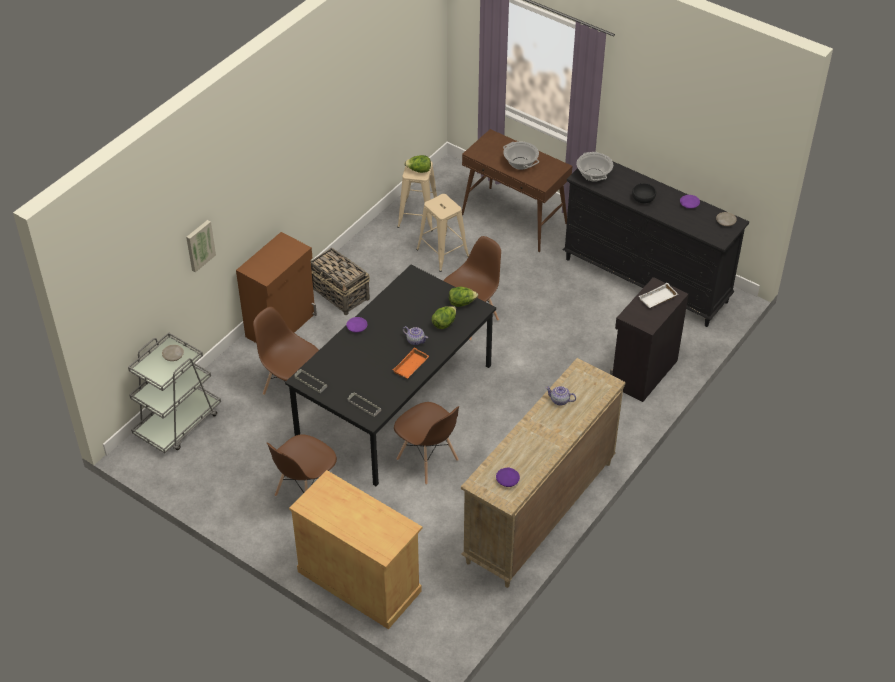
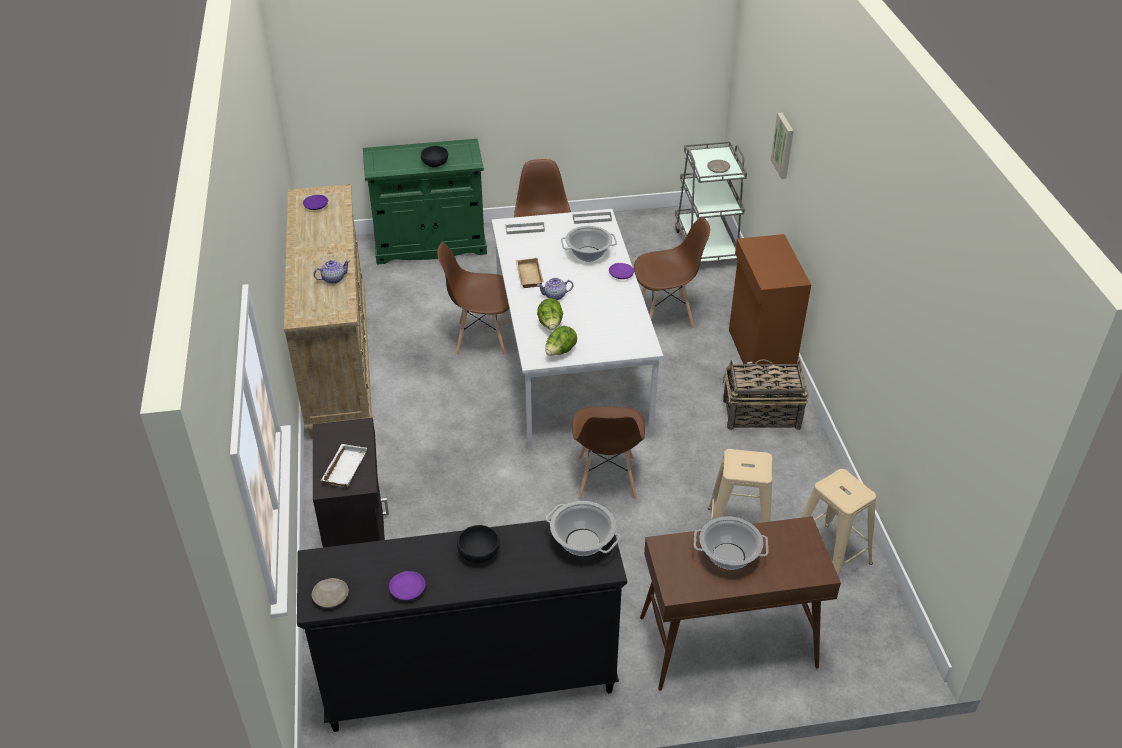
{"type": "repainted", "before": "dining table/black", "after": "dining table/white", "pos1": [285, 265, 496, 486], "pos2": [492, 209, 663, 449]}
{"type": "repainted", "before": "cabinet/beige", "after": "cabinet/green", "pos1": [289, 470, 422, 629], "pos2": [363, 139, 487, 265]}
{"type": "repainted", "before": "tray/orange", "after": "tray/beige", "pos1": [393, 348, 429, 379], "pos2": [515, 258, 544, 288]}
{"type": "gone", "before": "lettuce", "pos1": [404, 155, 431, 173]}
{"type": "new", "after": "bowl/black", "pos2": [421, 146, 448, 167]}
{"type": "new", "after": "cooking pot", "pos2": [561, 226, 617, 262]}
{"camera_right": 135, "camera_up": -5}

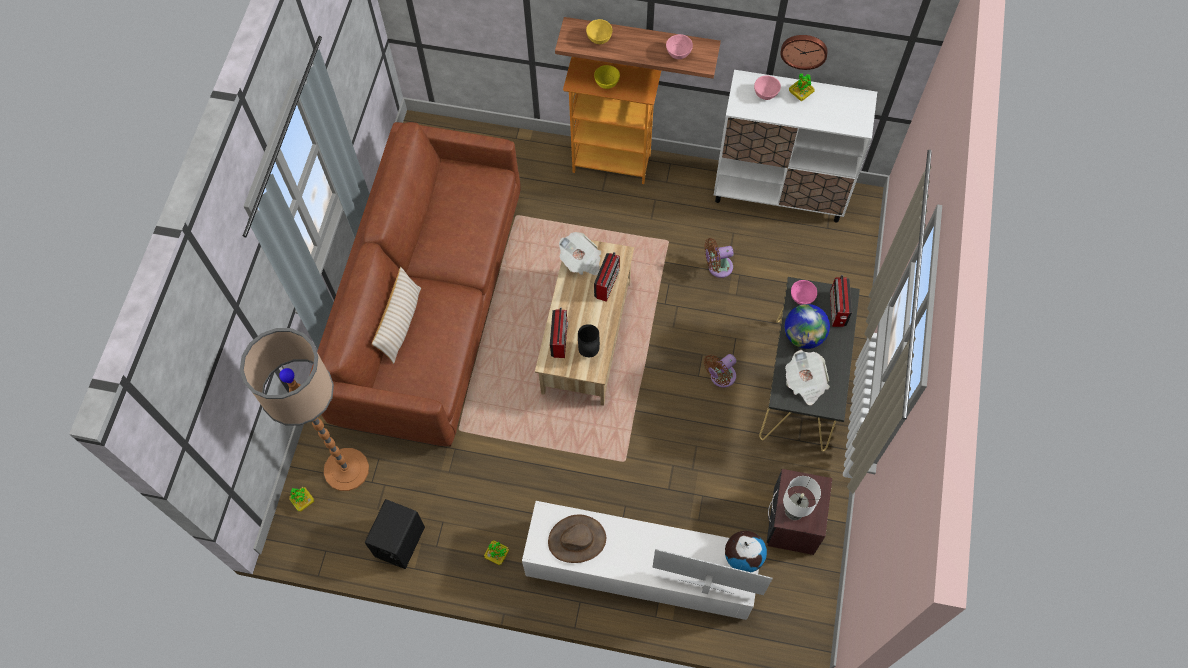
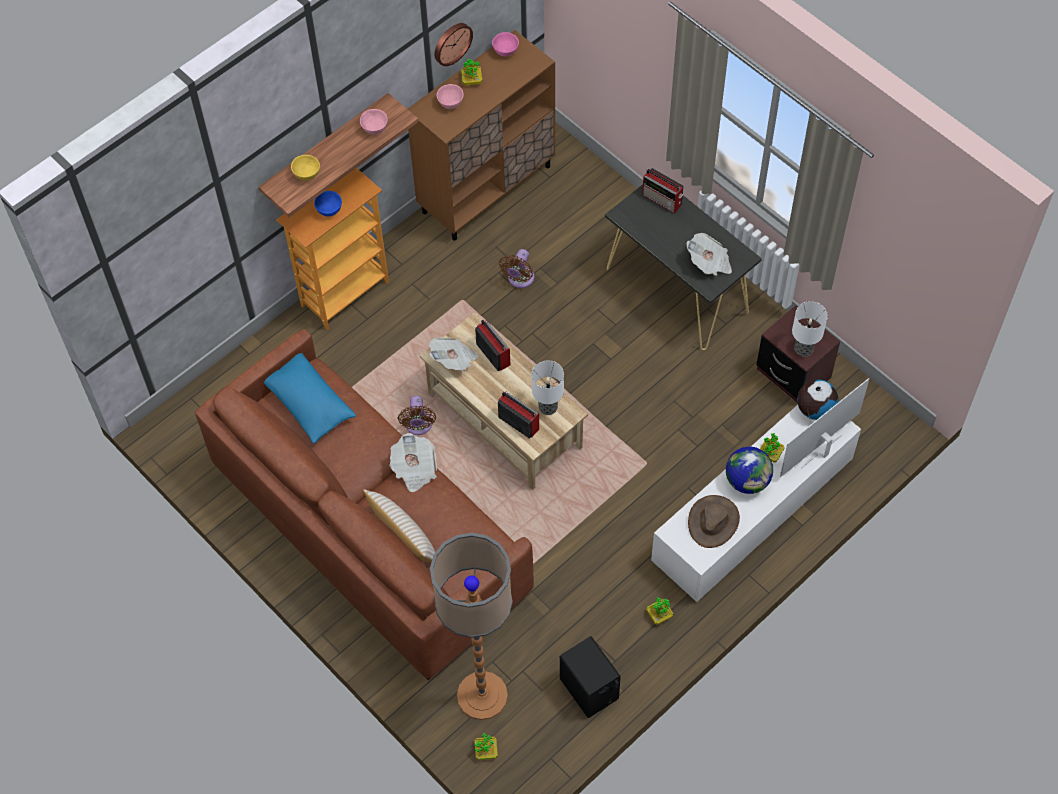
{"type": "swapped", "before": "vase/black", "after": "table lamp", "pos1": [578, 324, 600, 357], "pos2": [532, 361, 564, 415]}
{"type": "repainted", "before": "bowl/yellow", "after": "bowl/blue", "pos1": [594, 65, 620, 89], "pos2": [314, 191, 342, 217]}
{"type": "shifted", "before": "fan/brown", "pos1": [704, 354, 737, 388], "pos2": [398, 396, 436, 435]}
{"type": "repainted", "before": "cabinet/white", "after": "cabinet/brown", "pos1": [714, 70, 877, 223], "pos2": [408, 30, 555, 241]}
{"type": "shifted", "before": "globe", "pos1": [784, 304, 830, 349], "pos2": [726, 447, 773, 494]}
{"type": "shifted", "before": "bowl/pink", "pos1": [791, 280, 817, 305], "pos2": [492, 32, 519, 56]}
{"type": "new", "after": "pillow/blue", "pos2": [264, 353, 356, 444]}
{"type": "new", "after": "newspaper", "pos2": [390, 433, 437, 492]}
{"type": "new", "after": "potted plant", "pos2": [760, 433, 785, 463]}
{"camera_right": -55, "camera_up": -5}

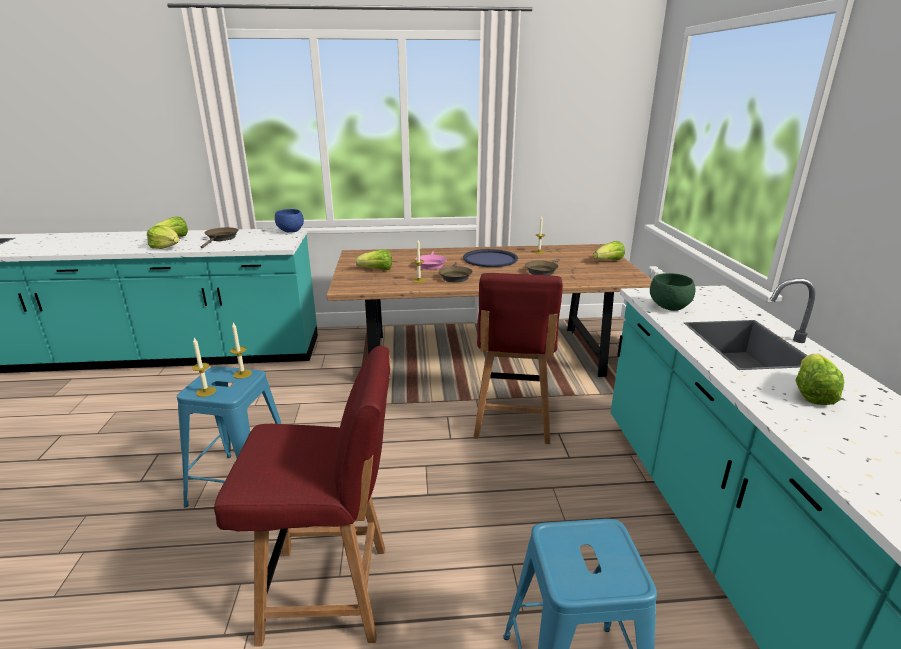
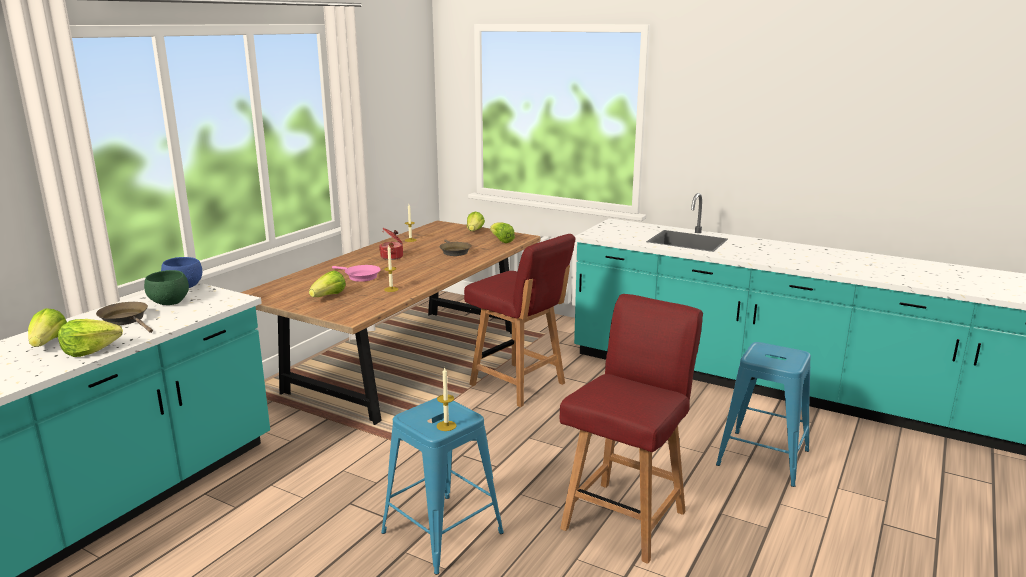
{"type": "gone", "before": "candle", "pos1": [230, 323, 252, 379]}
{"type": "gone", "before": "frying pan/brown", "pos1": [439, 262, 473, 282]}
{"type": "swapped", "before": "tray/blue", "after": "cooking pot", "pos1": [463, 249, 518, 267], "pos2": [379, 228, 403, 260]}
{"type": "shifted", "before": "bowl/green", "pos1": [650, 273, 696, 311], "pos2": [144, 270, 189, 305]}
{"type": "shifted", "before": "lettuce", "pos1": [795, 354, 844, 405], "pos2": [490, 222, 515, 243]}
{"camera_right": -55, "camera_up": -5}

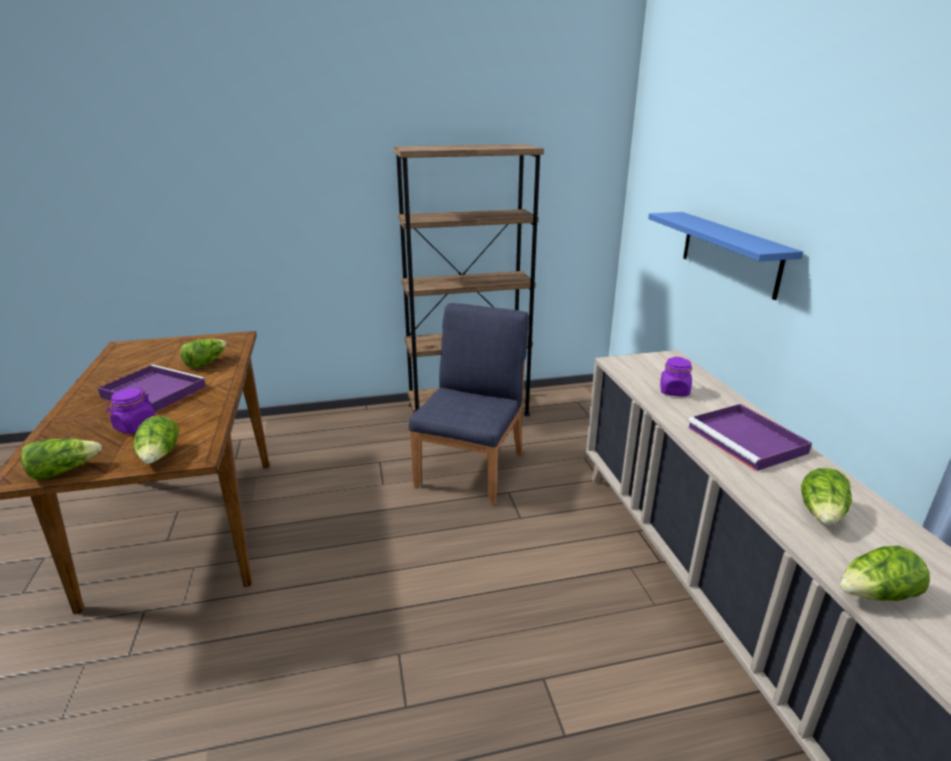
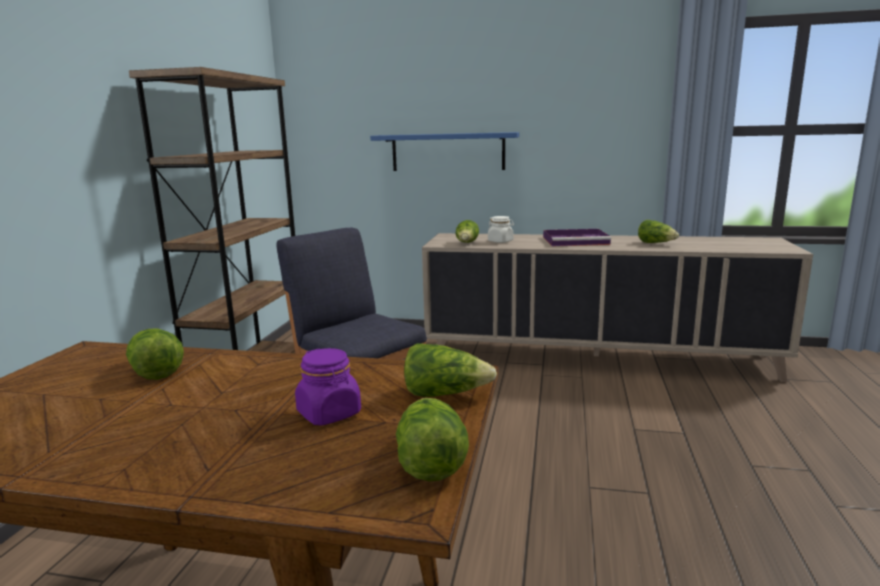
{"type": "gone", "before": "tray/purple", "pos1": [98, 365, 207, 413]}
{"type": "repainted", "before": "jar/purple", "after": "jar/white", "pos1": [660, 357, 692, 396], "pos2": [488, 216, 514, 243]}
{"type": "shifted", "before": "lettuce", "pos1": [840, 546, 930, 601], "pos2": [455, 220, 479, 243]}
{"camera_right": -65, "camera_up": -10}

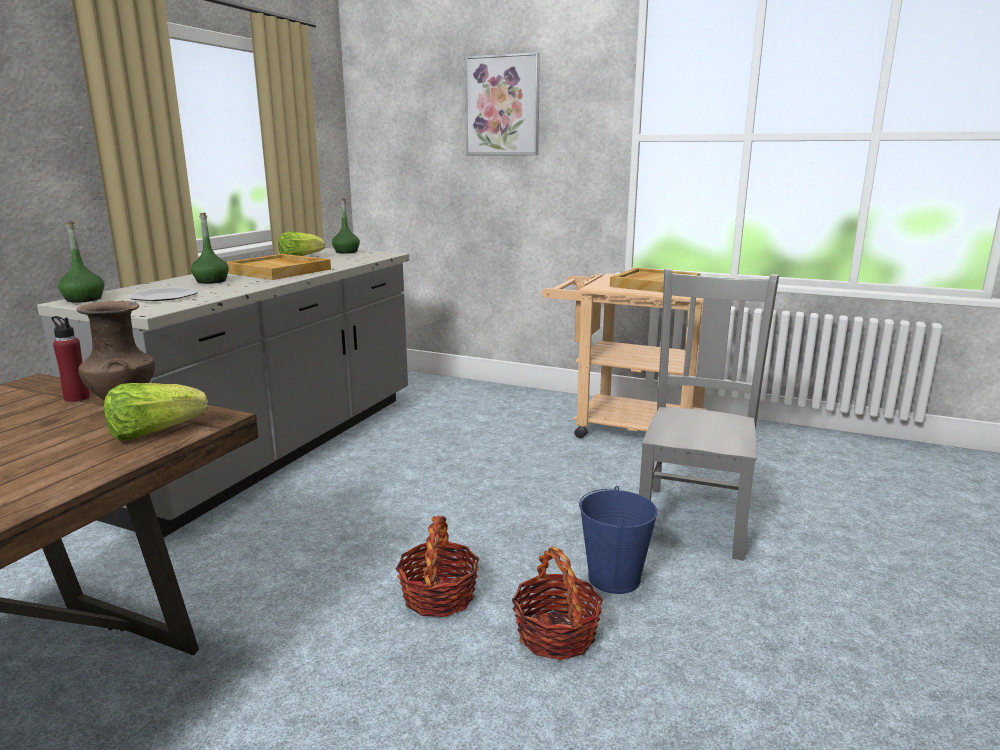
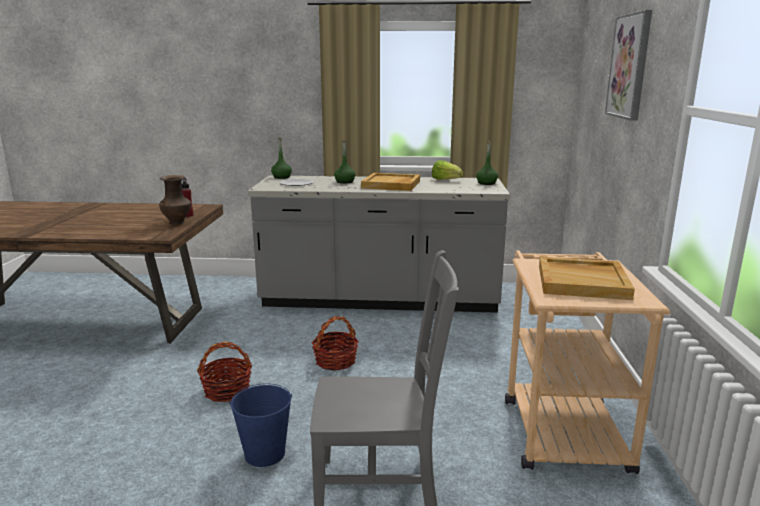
{"type": "gone", "before": "lettuce", "pos1": [104, 383, 208, 441]}
{"type": "shifted", "before": "basket", "pos1": [512, 547, 603, 660], "pos2": [312, 316, 359, 371]}
{"camera_right": 70, "camera_up": 0}

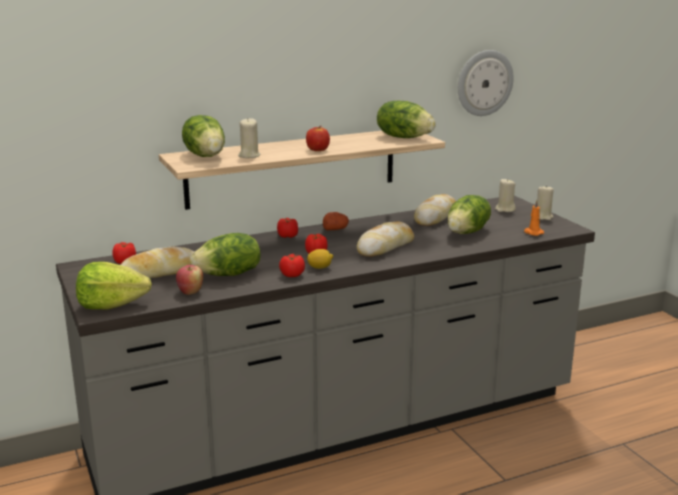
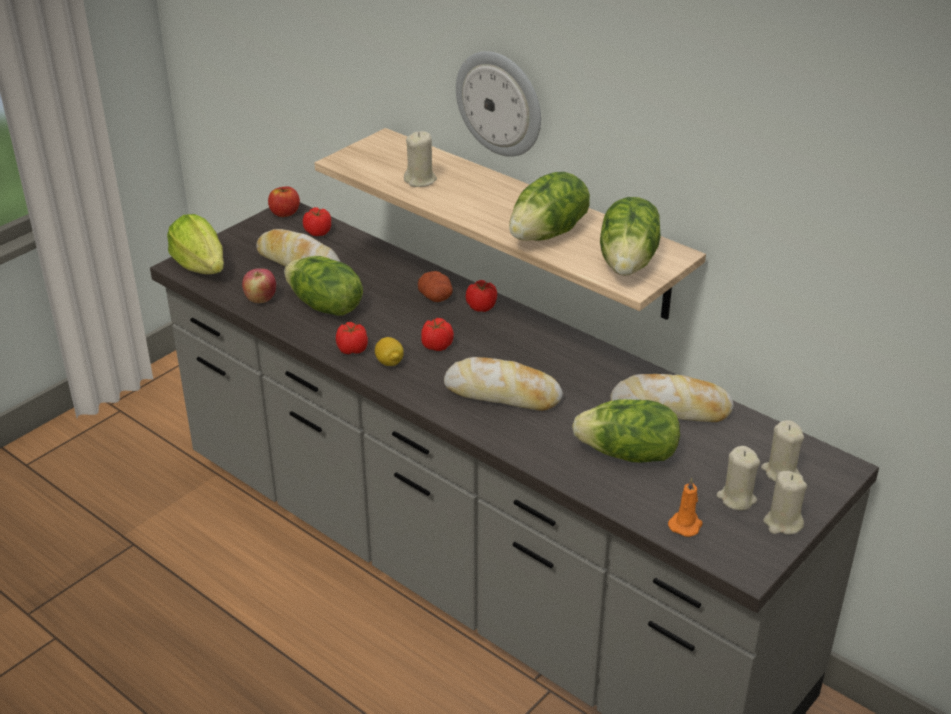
{"type": "shifted", "before": "lettuce", "pos1": [182, 115, 225, 157], "pos2": [509, 172, 590, 241]}
{"type": "shifted", "before": "apple", "pos1": [306, 125, 330, 151], "pos2": [268, 187, 300, 217]}
{"type": "shifted", "before": "potato", "pos1": [323, 212, 349, 230], "pos2": [418, 271, 453, 302]}
{"type": "shifted", "before": "wall clock", "pos1": [458, 50, 514, 116], "pos2": [456, 51, 541, 157]}
{"type": "new", "after": "candle/beige", "pos2": [716, 446, 760, 511]}
{"camera_right": 65, "camera_up": 15}

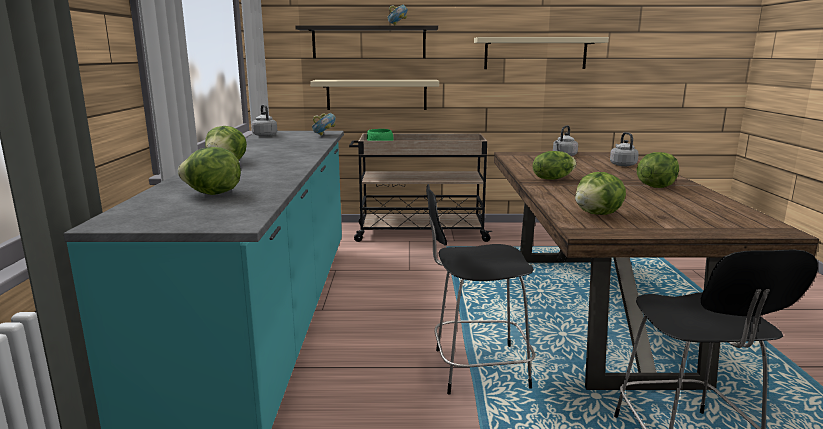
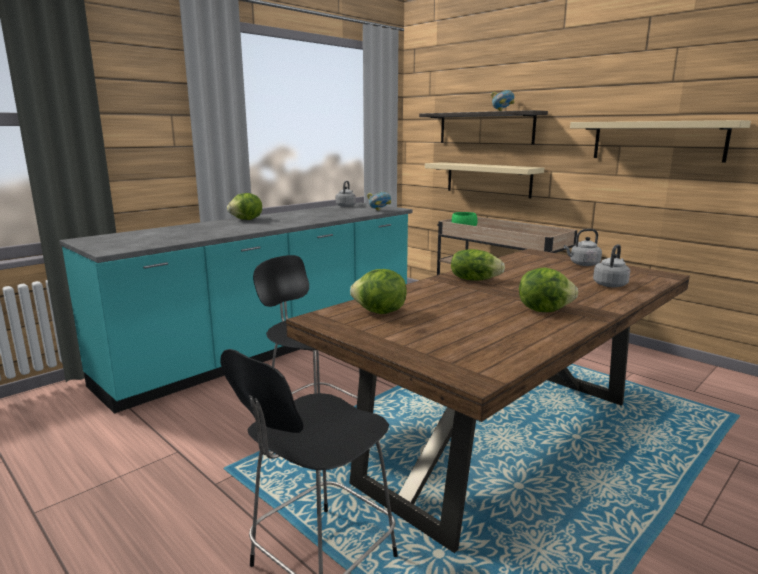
{"type": "gone", "before": "lettuce", "pos1": [178, 147, 241, 195]}
{"camera_right": 45, "camera_up": 0}

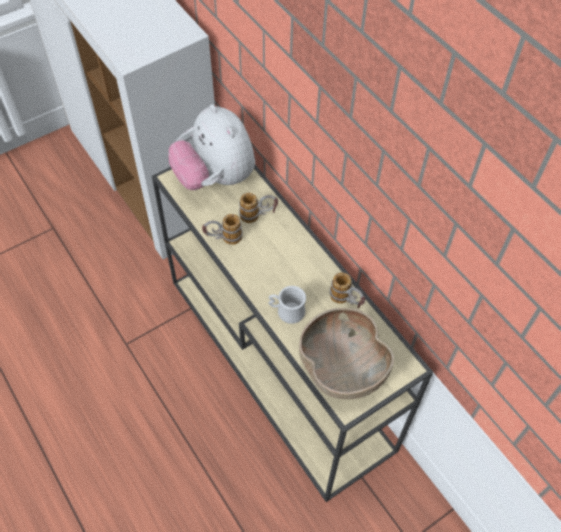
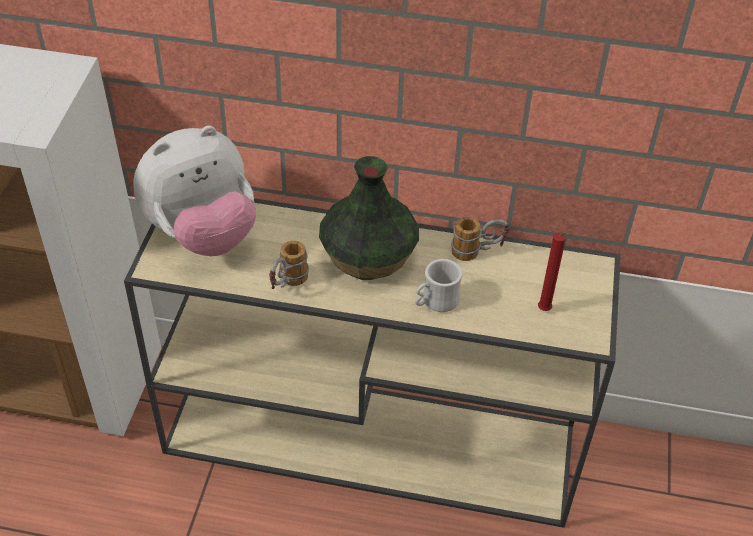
{"type": "rotated", "before": "plush toy", "pos1": [169, 104, 255, 190], "pos2": [133, 125, 256, 256], "turn": -45}
{"type": "gone", "before": "mug", "pos1": [239, 193, 278, 223]}
{"type": "swapped", "before": "bowl/brown", "after": "candle/red", "pos1": [299, 308, 394, 399], "pos2": [538, 232, 572, 311]}
{"type": "new", "after": "vase", "pos2": [319, 156, 419, 280]}
{"camera_right": -45, "camera_up": -10}

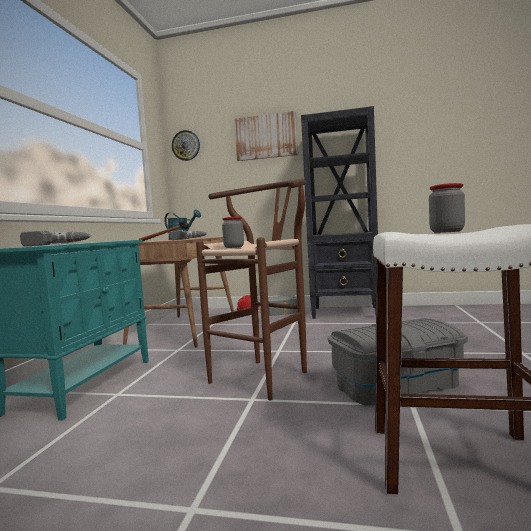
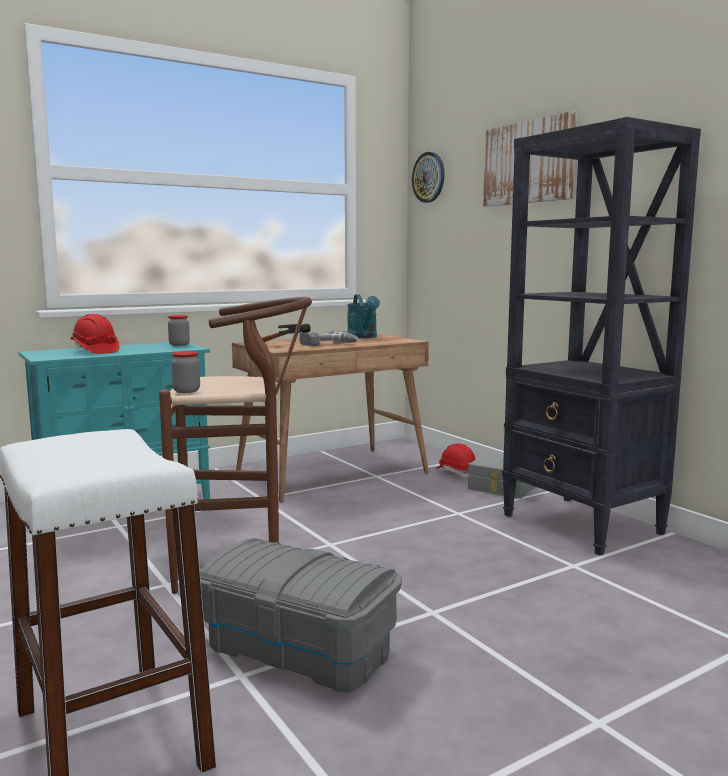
{"type": "swapped", "before": "power drill", "after": "hard hat/red", "pos1": [20, 231, 91, 246], "pos2": [71, 314, 119, 354]}
{"type": "shifted", "before": "jar", "pos1": [429, 183, 465, 233], "pos2": [168, 315, 190, 346]}
{"camera_right": 45, "camera_up": 5}

